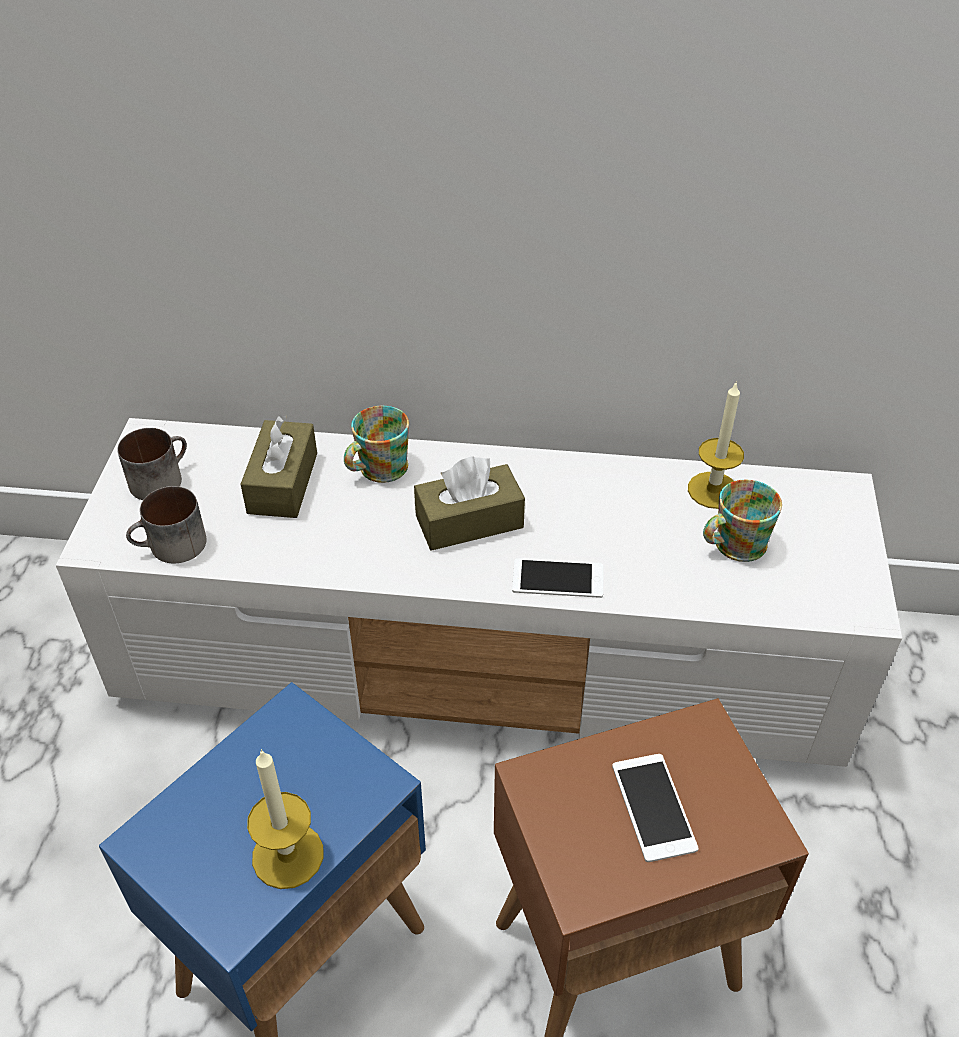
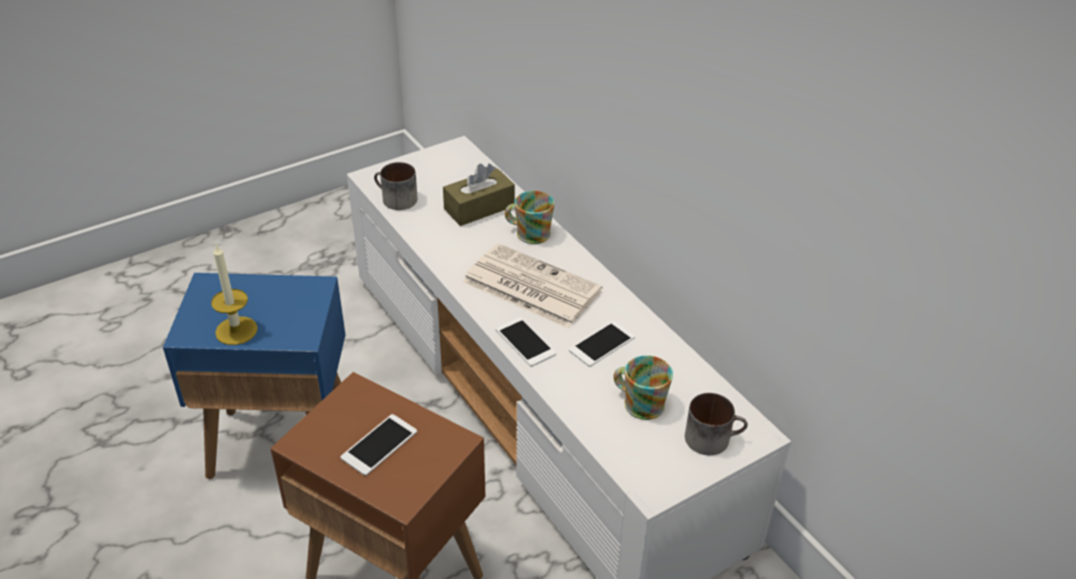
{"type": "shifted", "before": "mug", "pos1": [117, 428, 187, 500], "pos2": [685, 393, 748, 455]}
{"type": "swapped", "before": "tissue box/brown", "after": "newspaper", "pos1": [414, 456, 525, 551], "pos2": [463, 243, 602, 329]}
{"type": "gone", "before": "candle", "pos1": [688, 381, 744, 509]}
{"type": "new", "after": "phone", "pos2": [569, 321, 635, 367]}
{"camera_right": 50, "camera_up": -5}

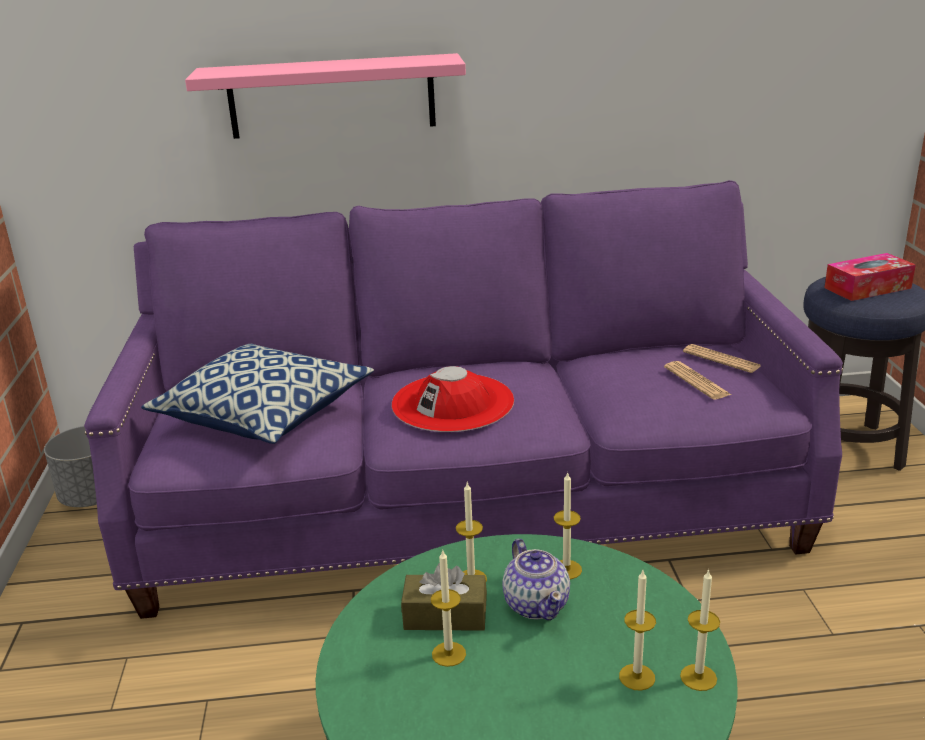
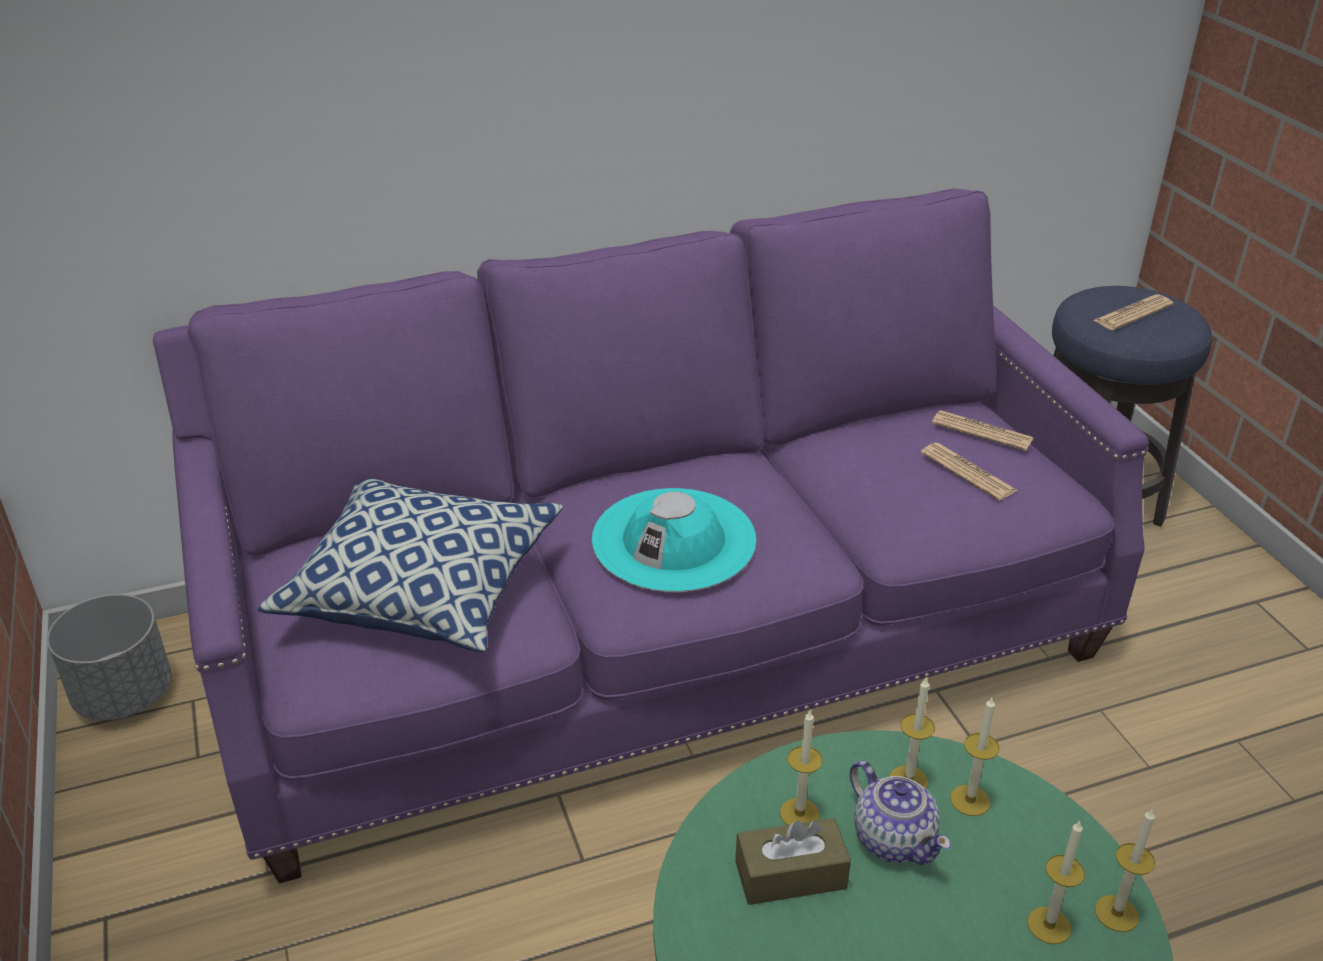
{"type": "gone", "before": "shelf/pink", "pos1": [185, 53, 466, 139]}
{"type": "repainted", "before": "hat/red", "after": "hat/turquoise", "pos1": [392, 366, 514, 432], "pos2": [592, 488, 756, 592]}
{"type": "shifted", "before": "candle", "pos1": [431, 549, 466, 667], "pos2": [950, 698, 999, 816]}
{"type": "swapped", "before": "tissue box", "after": "newspaper", "pos1": [825, 253, 916, 301], "pos2": [1093, 295, 1173, 330]}
{"camera_right": -15, "camera_up": 10}

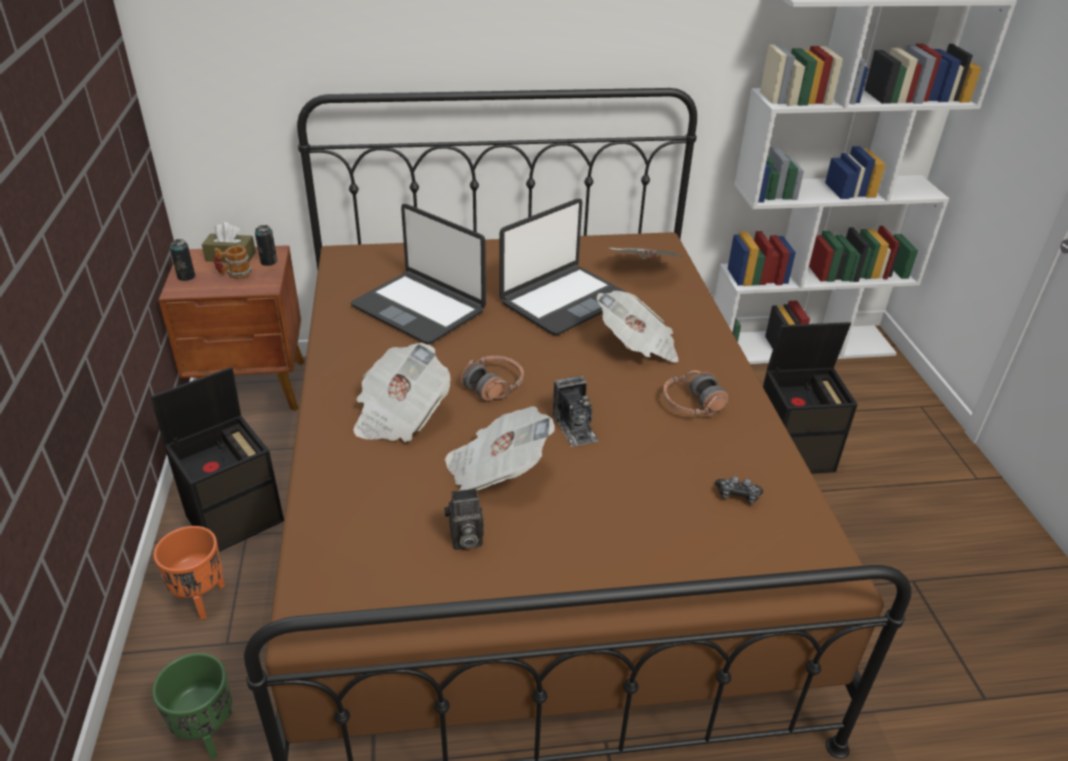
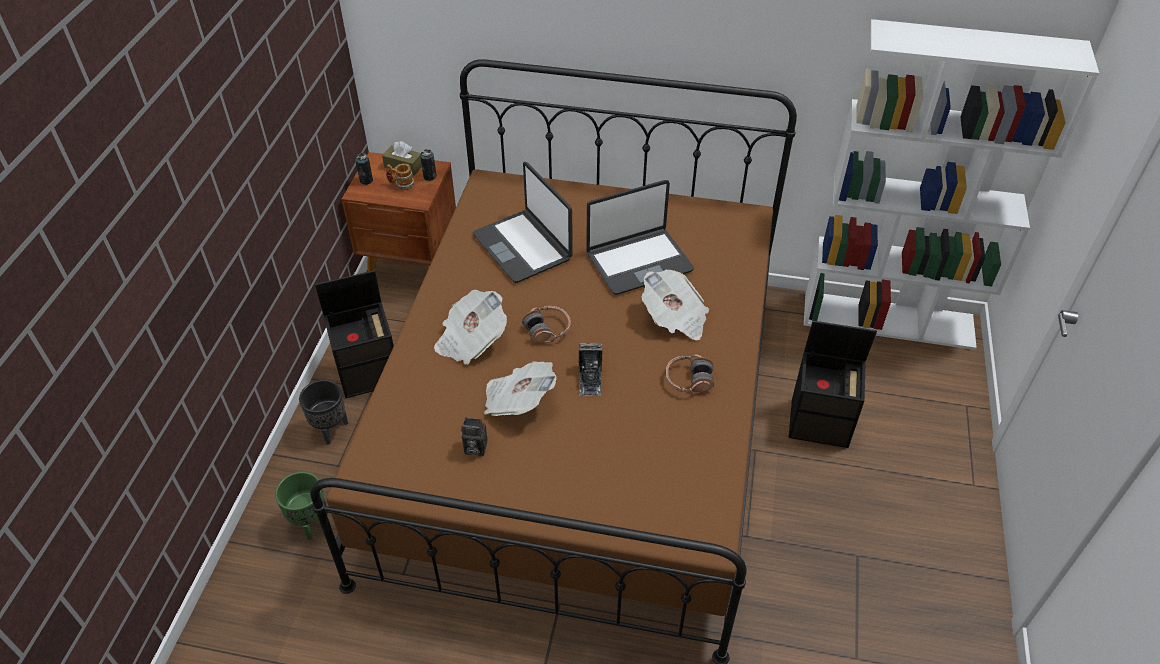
{"type": "repainted", "before": "planter/orange", "after": "planter/black", "pos1": [153, 526, 225, 620], "pos2": [299, 380, 348, 444]}
{"type": "gone", "before": "newspaper", "pos1": [609, 248, 683, 260]}
{"type": "gone", "before": "game controller", "pos1": [715, 476, 763, 504]}
{"camera_right": 20, "camera_up": 10}

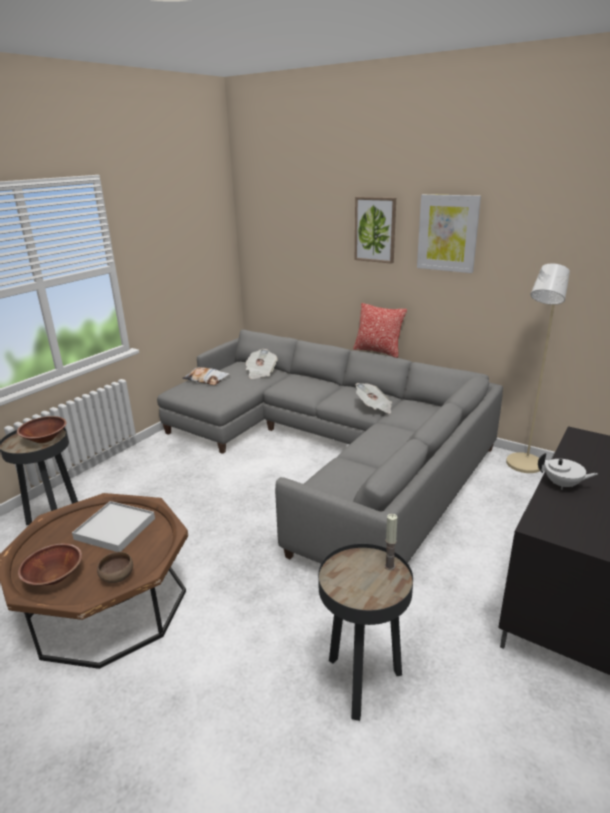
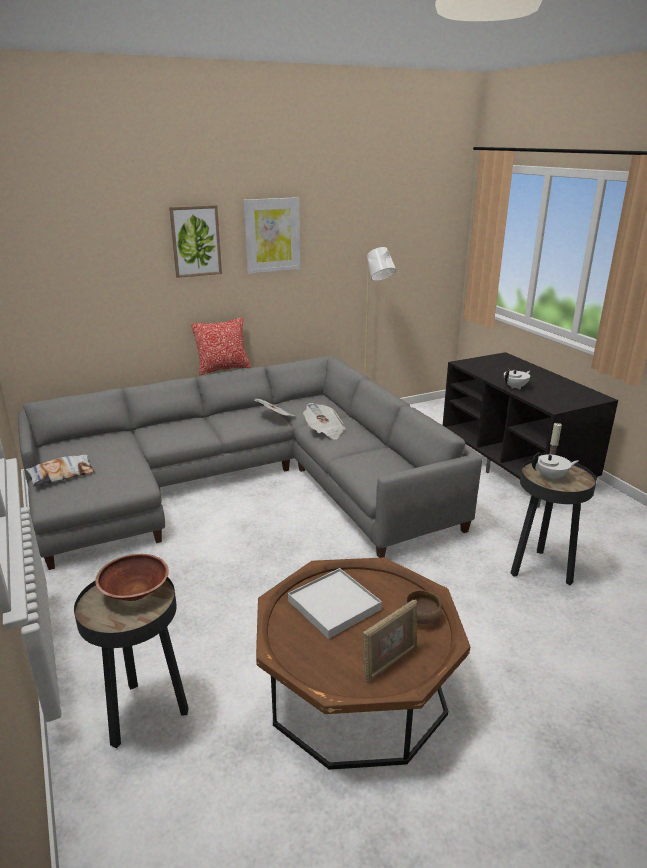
{"type": "swapped", "before": "bowl/brown", "after": "picture frame", "pos1": [18, 543, 82, 585], "pos2": [363, 600, 417, 683]}
{"type": "shifted", "before": "newspaper", "pos1": [245, 349, 277, 379], "pos2": [303, 403, 346, 440]}
{"type": "new", "after": "teapot/white", "pos2": [532, 452, 578, 482]}
{"camera_right": -60, "camera_up": 0}

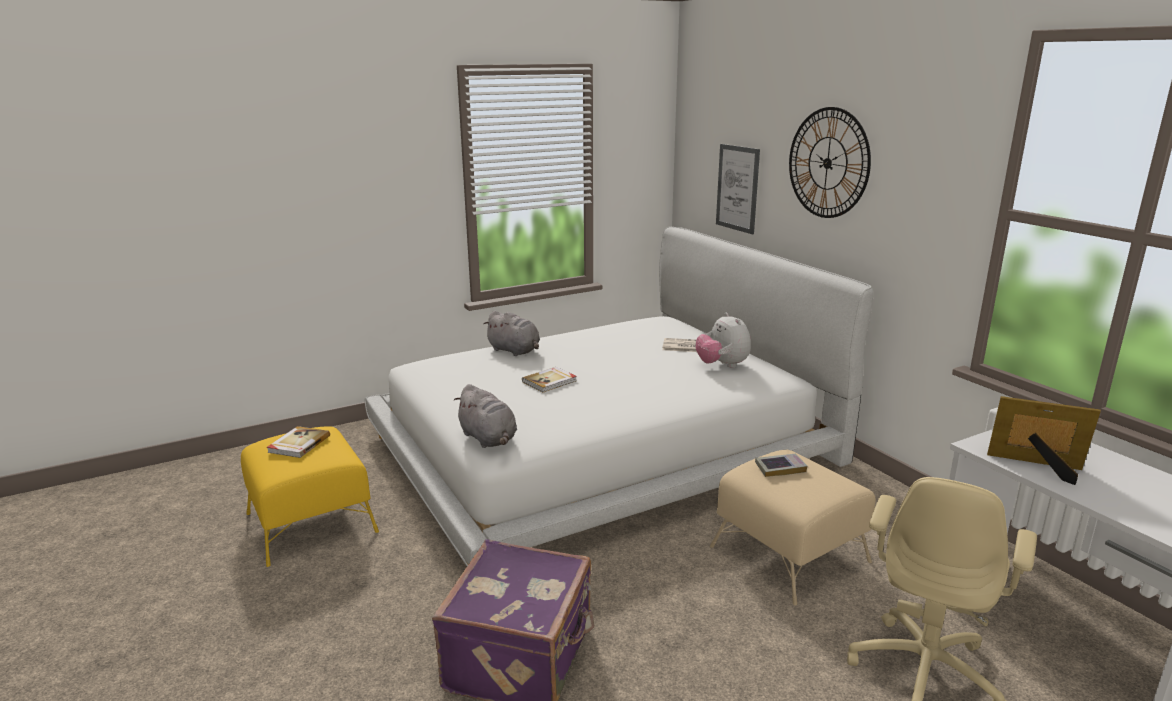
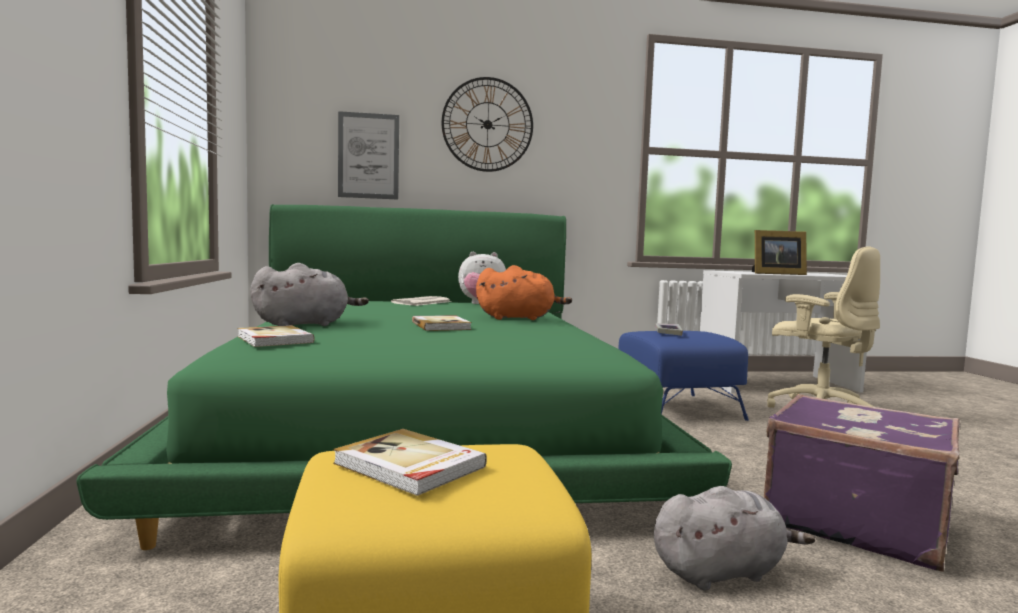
{"type": "repainted", "before": "bed/white", "after": "bed/green", "pos1": [364, 226, 874, 566], "pos2": [76, 204, 732, 550]}
{"type": "shifted", "before": "plush toy/grey", "pos1": [454, 384, 517, 448], "pos2": [654, 486, 815, 590]}
{"type": "repainted", "before": "ottoman/beige", "after": "ottoman/blue", "pos1": [710, 450, 875, 606], "pos2": [618, 331, 749, 421]}
{"type": "rotated", "before": "picture frame", "pos1": [987, 396, 1101, 485], "pos2": [752, 230, 807, 275], "turn": -135}
{"type": "new", "after": "book", "pos2": [237, 325, 315, 347]}
{"type": "new", "after": "plush toy/orange", "pos2": [476, 265, 572, 320]}
{"camera_right": -70, "camera_up": -15}

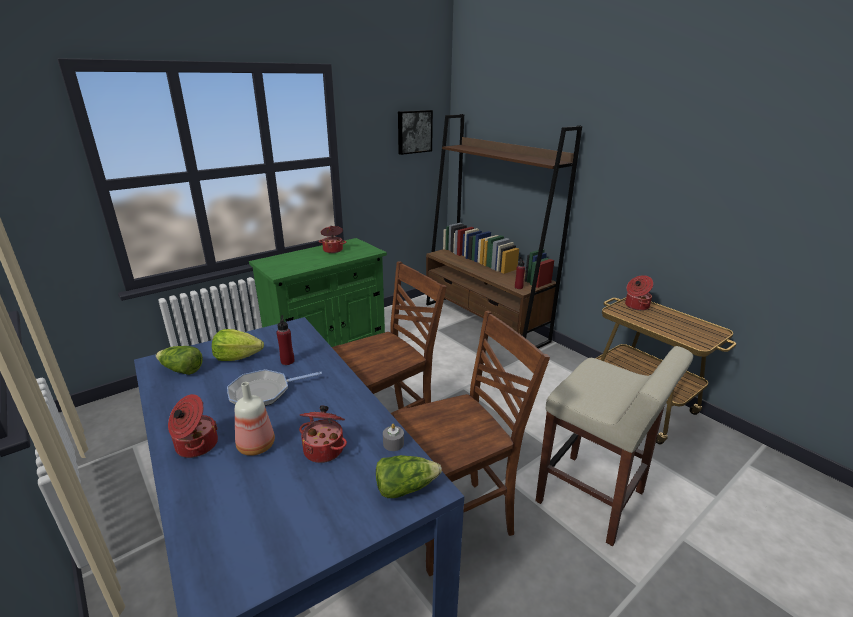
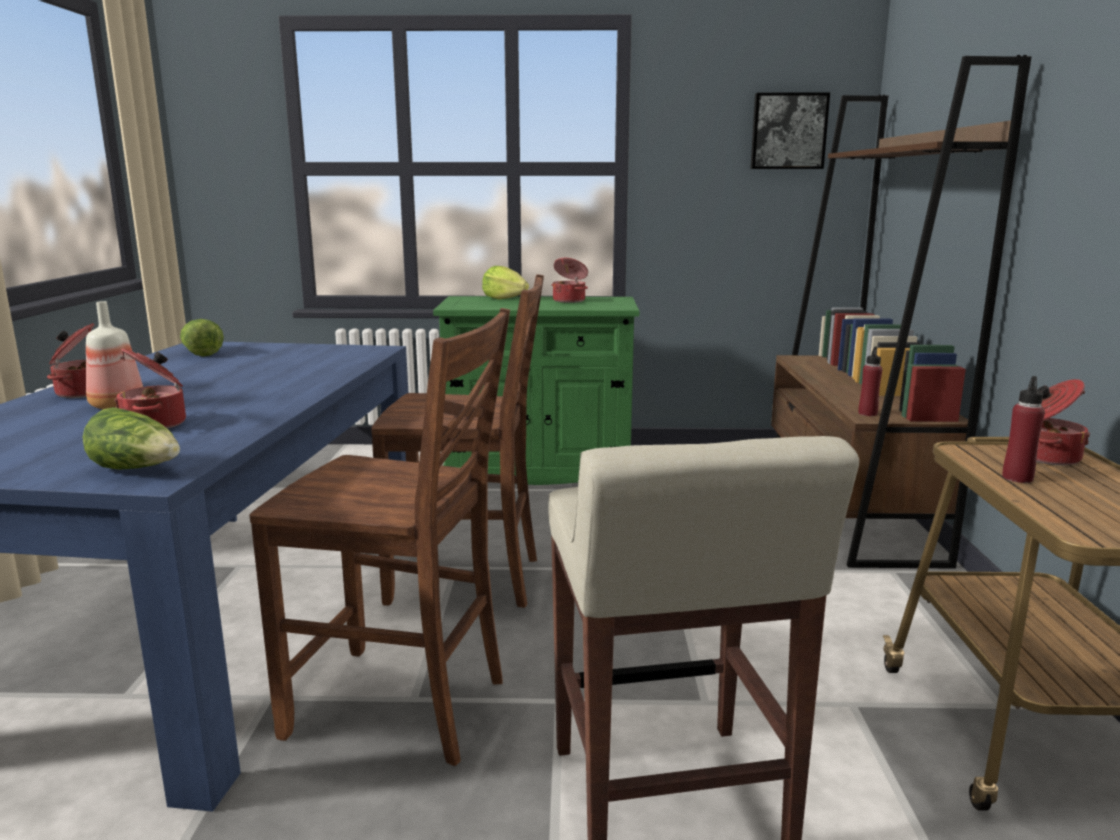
{"type": "shifted", "before": "lettuce", "pos1": [212, 329, 264, 361], "pos2": [482, 266, 529, 299]}
{"type": "gone", "before": "frying pan", "pos1": [227, 369, 322, 406]}
{"type": "shifted", "before": "bottle/red", "pos1": [276, 315, 294, 365], "pos2": [1002, 376, 1045, 483]}
{"type": "gone", "before": "candle/grey", "pos1": [383, 424, 404, 451]}
{"camera_right": 40, "camera_up": -10}

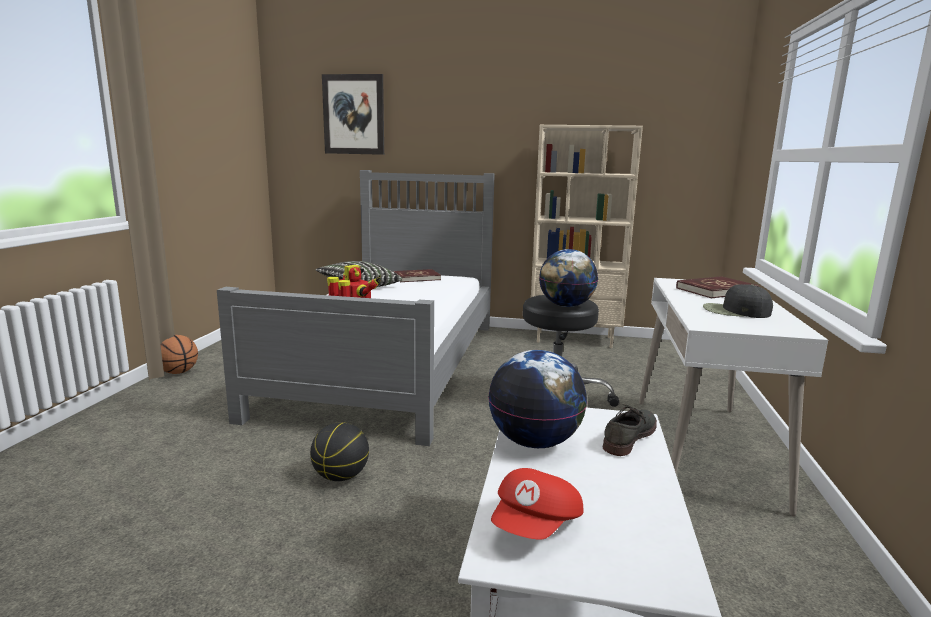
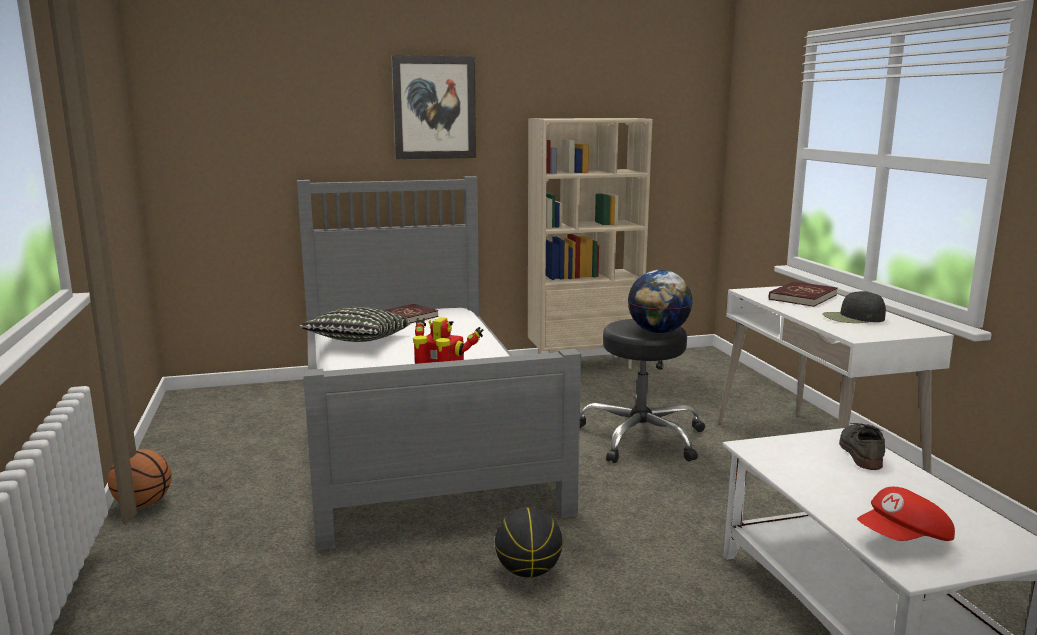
{"type": "shifted", "before": "picture", "pos1": [322, 74, 384, 155], "pos2": [391, 55, 476, 159]}
{"type": "gone", "before": "globe", "pos1": [488, 350, 587, 448]}
{"type": "rotated", "before": "cap/red", "pos1": [491, 468, 583, 540], "pos2": [857, 487, 955, 541], "turn": 60}
{"camera_right": -25, "camera_up": 0}

